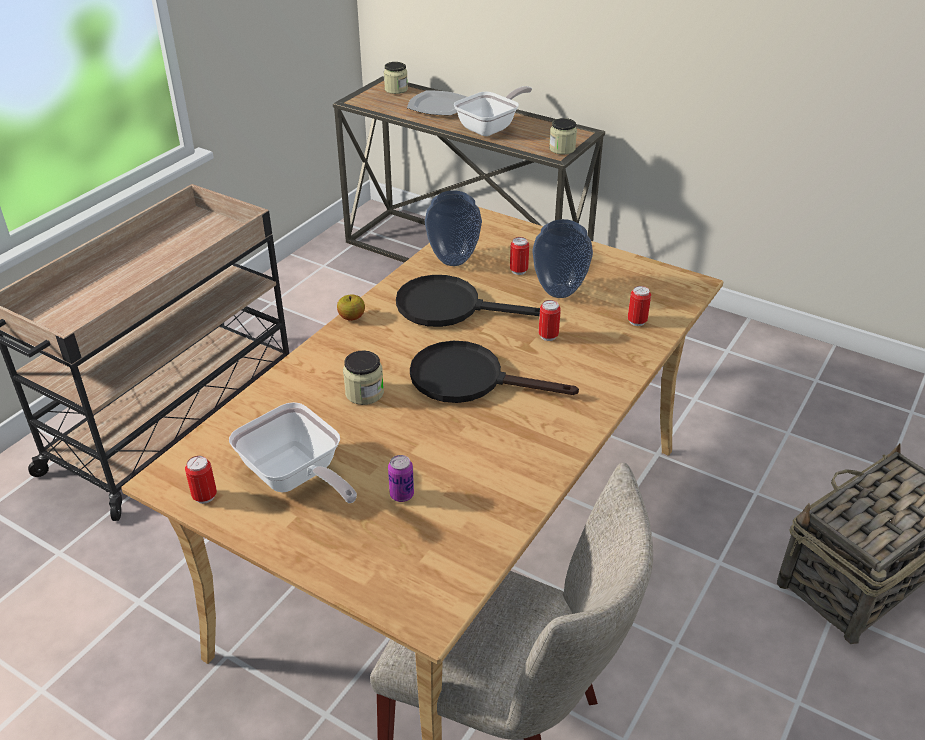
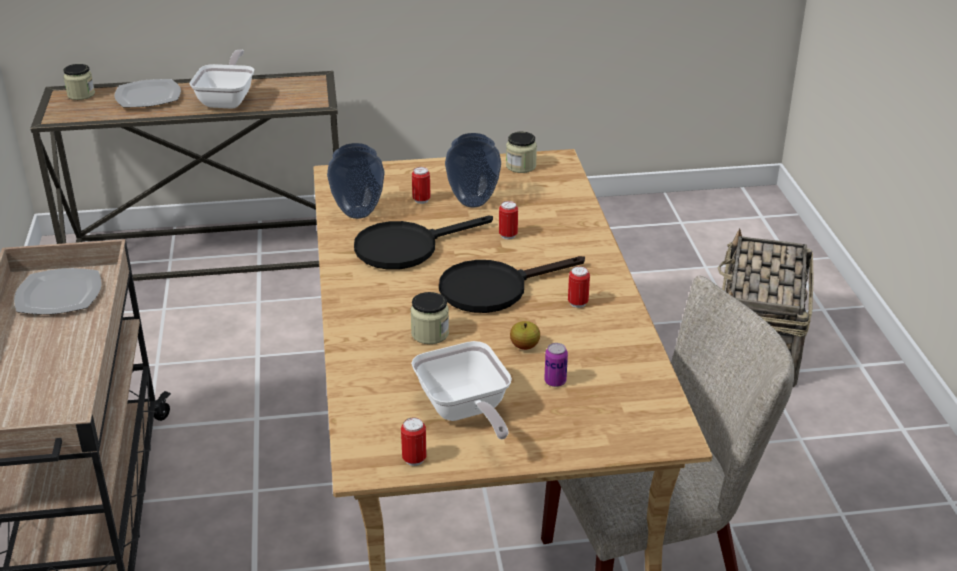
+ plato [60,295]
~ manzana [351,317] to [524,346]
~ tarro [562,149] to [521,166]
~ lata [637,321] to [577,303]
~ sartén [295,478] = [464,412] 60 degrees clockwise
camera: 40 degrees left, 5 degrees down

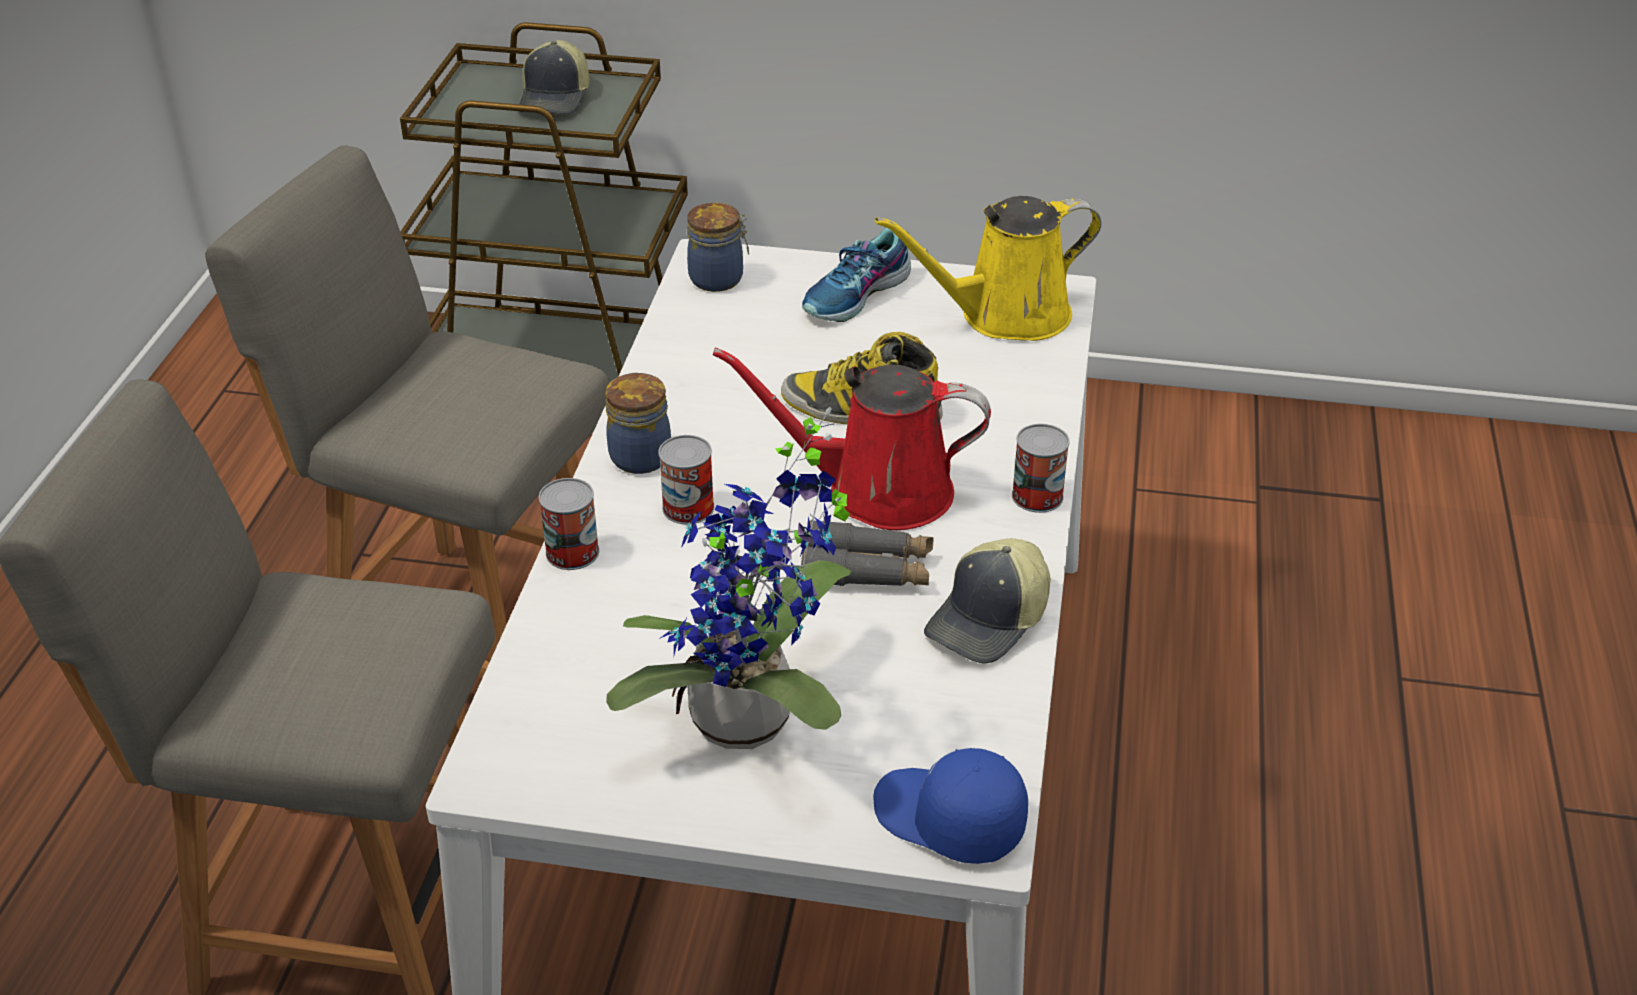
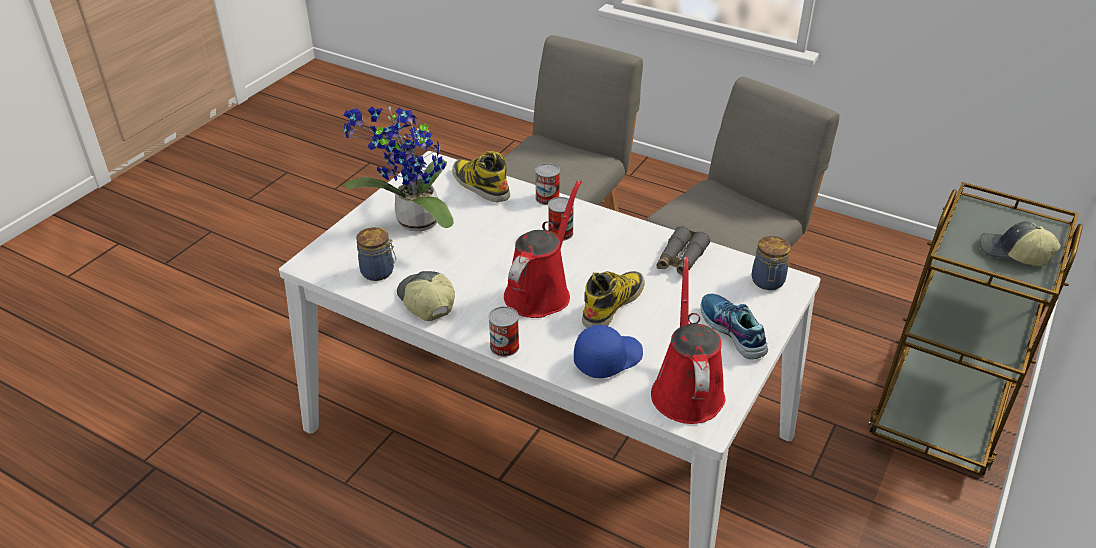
+ bota [480,185]
~ tarro [640,455] to [379,272]
~ prismáticos/gris [867,570] to [681,259]
~ gorra/azul [948,820] to [607,358]
~ regadera/amarillo [1004,316] to regadera/rojo [686,389]
camera: 110 degrees right, 0 degrees up

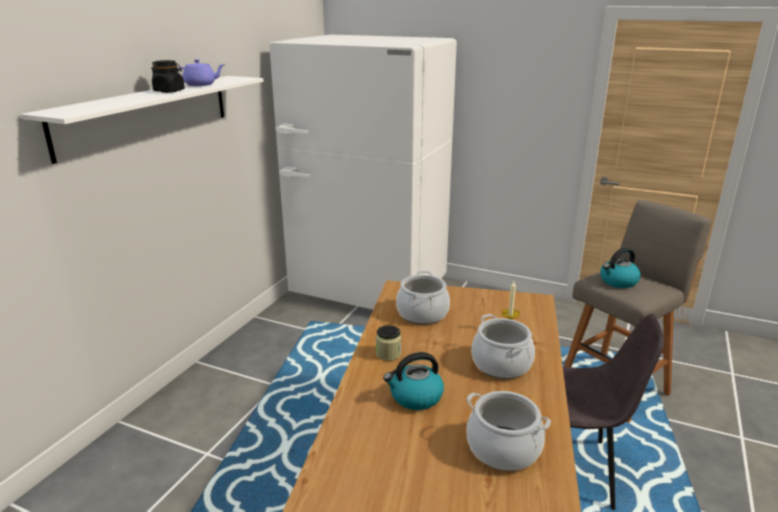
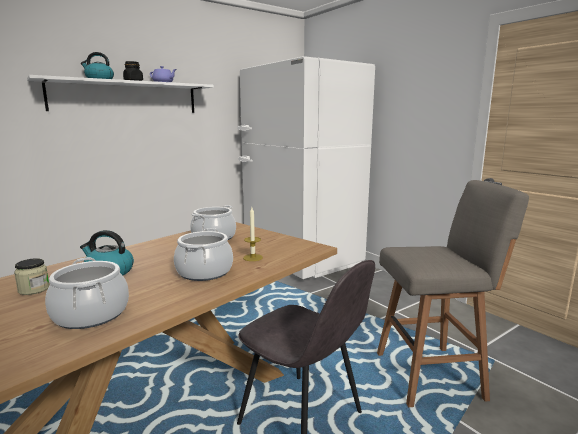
~ tarro [388,354] to [34,289]
~ hervidor [618,281] to [99,79]
camera: 30 degrees right, 10 degrees down

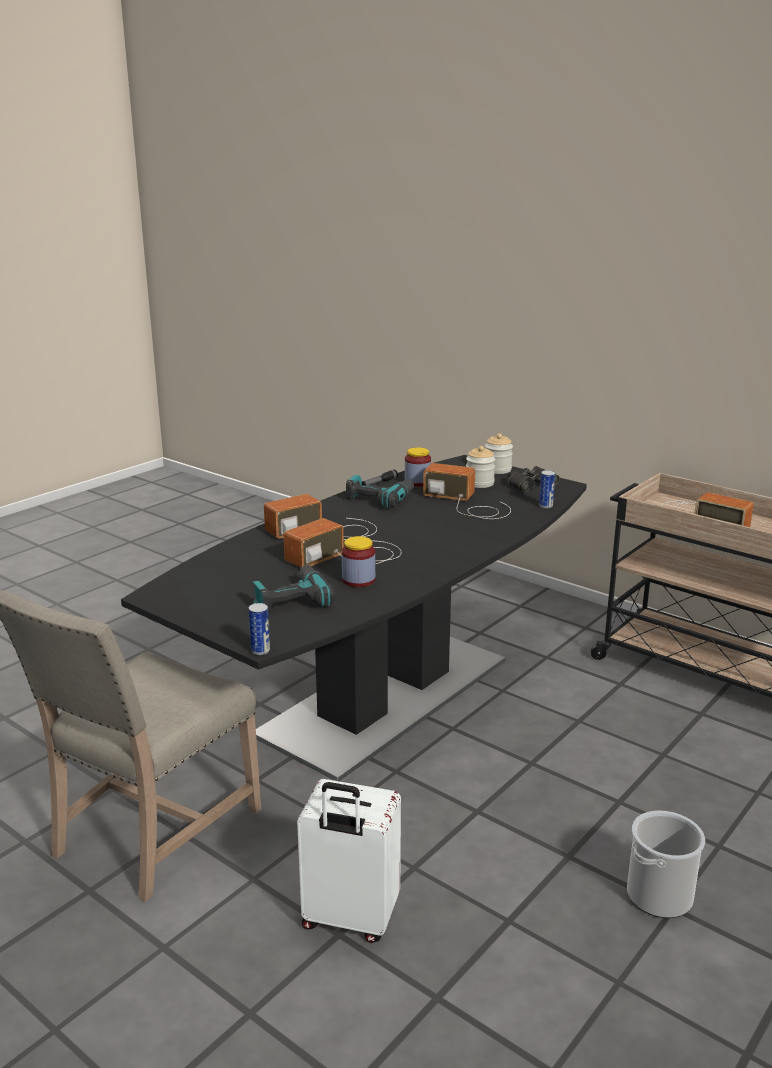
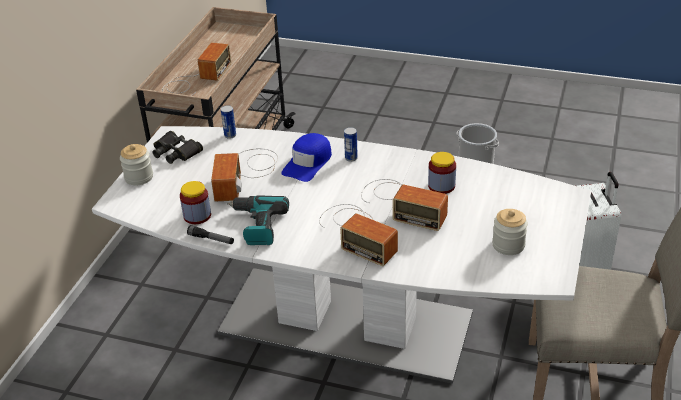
- taladro [291,599]
+ gorra/azul [308,163]
~ lata [260,651] to [351,158]
~ tarro [479,483] to [508,245]
~ mesa de comedor/negro [385,697] to mesa de comedor/blanco [347,323]
camera: 110 degrees left, 15 degrees up

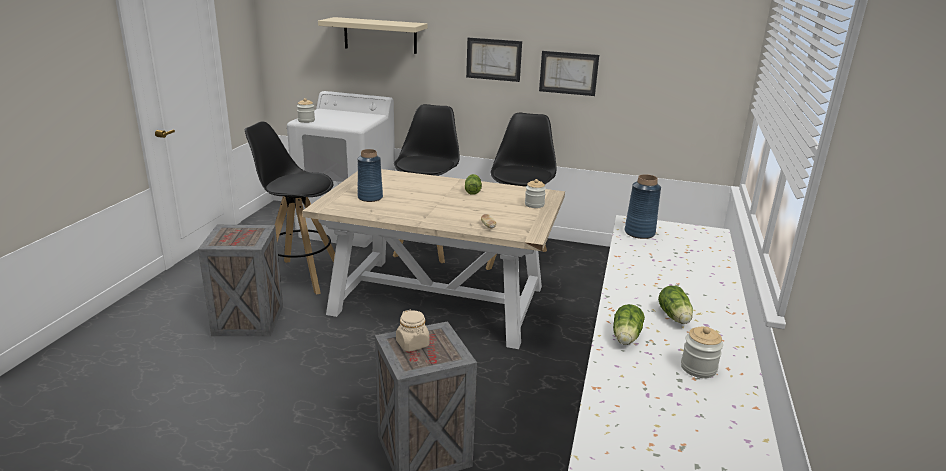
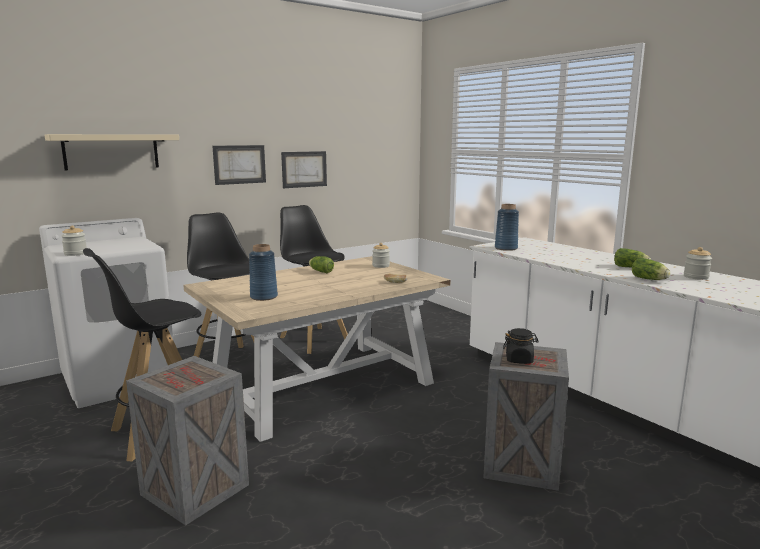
~ tarro/beis [412,344] to tarro/negro [519,360]
camera: 50 degrees left, 10 degrees down

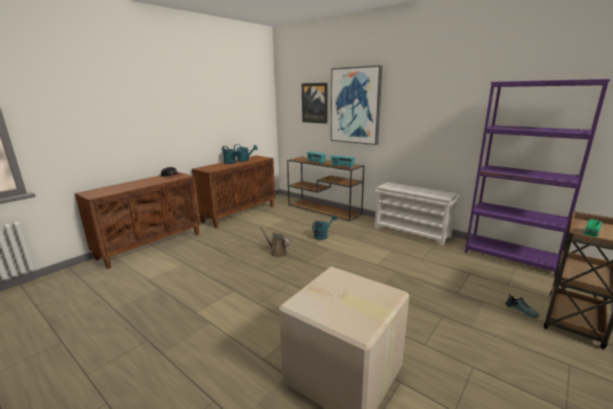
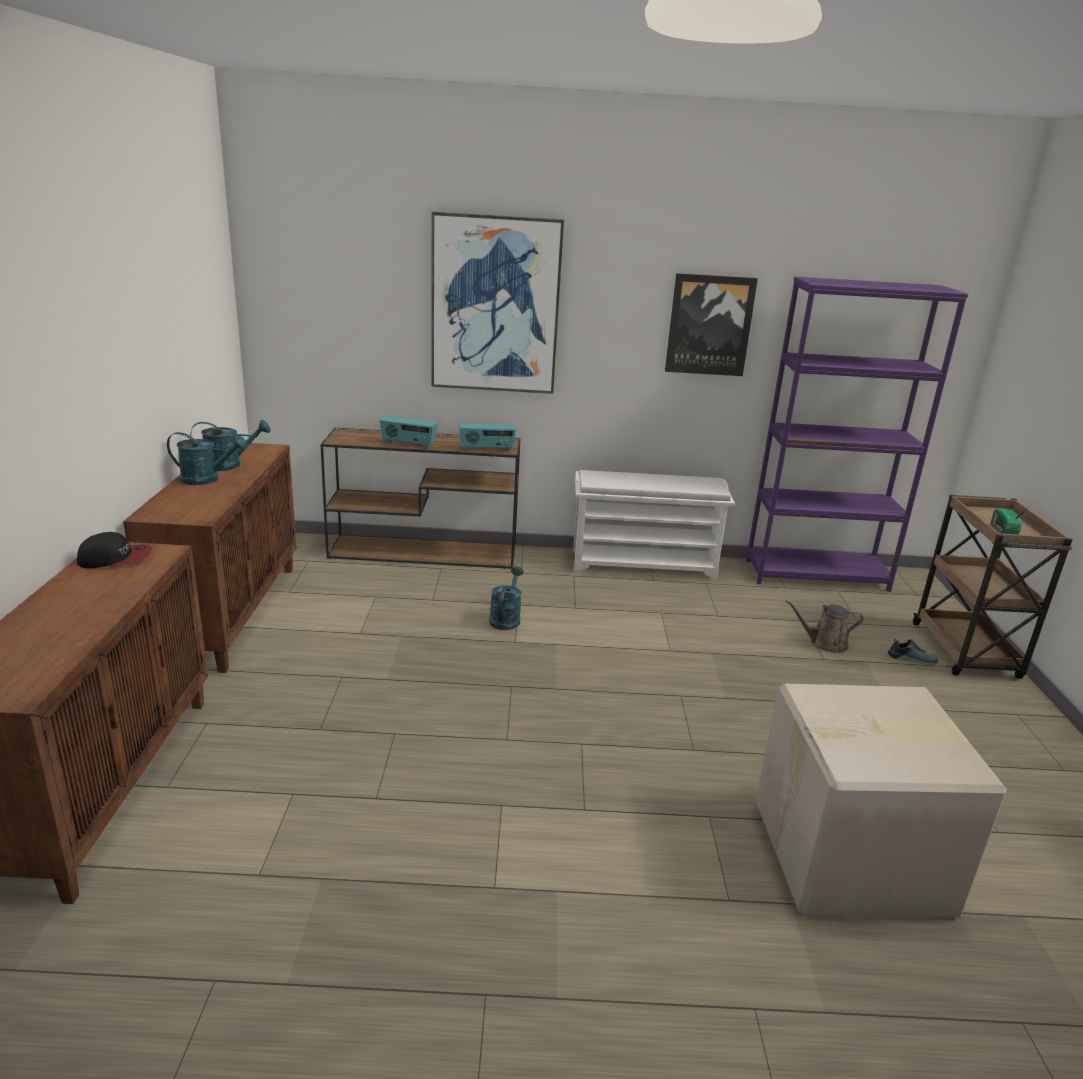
~ regadera/marrón [277,252] to [824,643]
~ cuadro [315,103] to [709,325]
camera: 40 degrees left, 5 degrees up

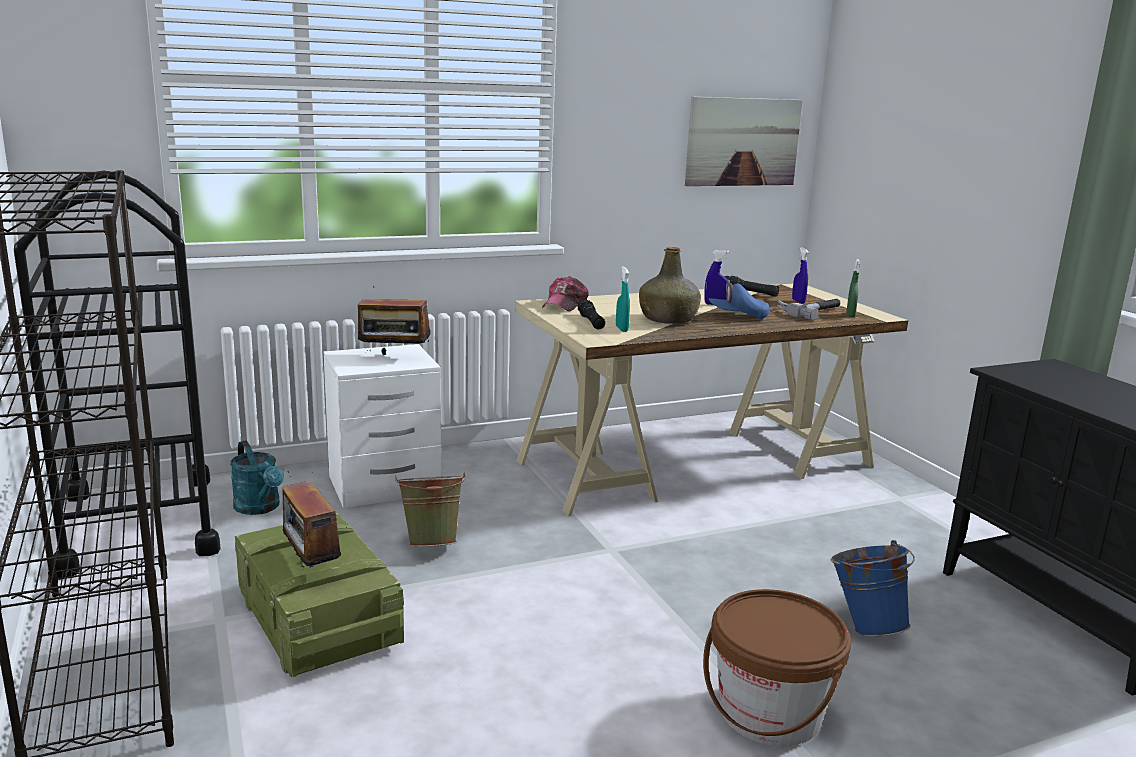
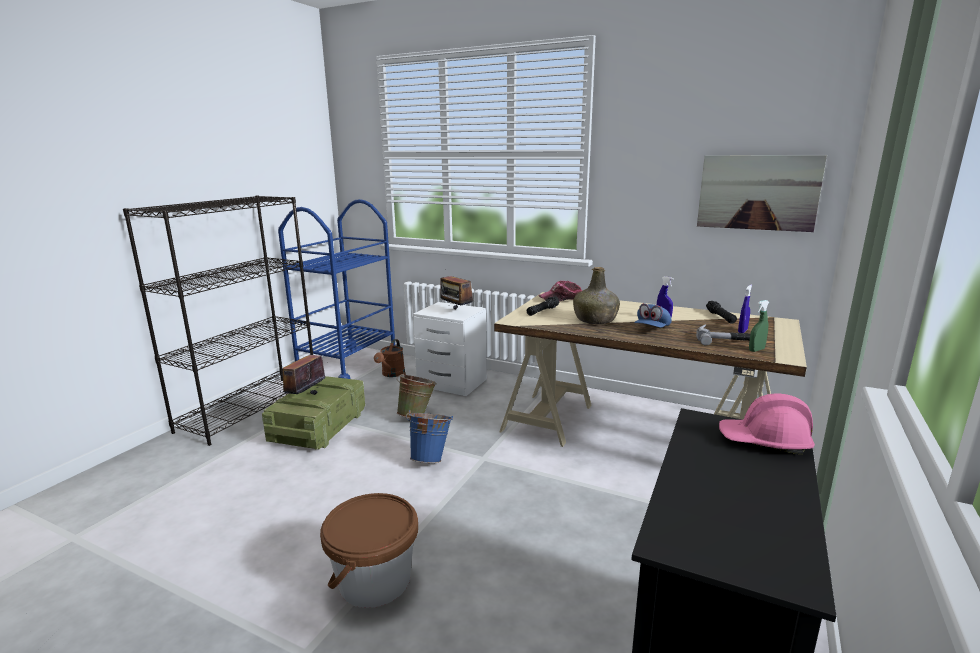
- pulverizador/turquesa [621,329]
+ casco/rosa [764,441]
~ cubo/azul [865,626] to [431,458]
~ carrito/negro [139,523] to carrito/azul [348,365]
~ regadera/turquesa [260,508] to regadera/marrón [391,374]
~ gorra/azul [737,316] = [652,329] 105 degrees counterclockwise
camera: 50 degrees right, 0 degrees up

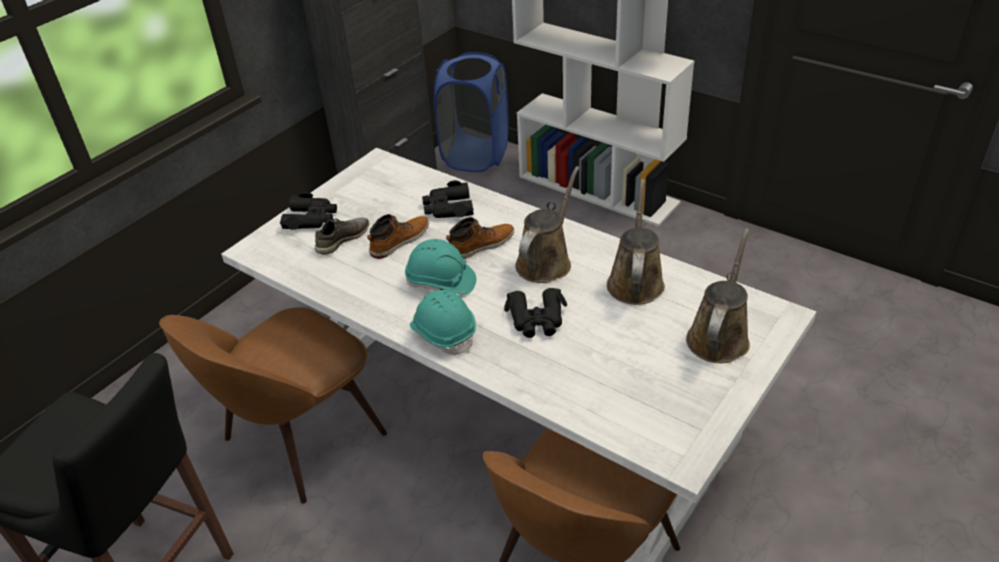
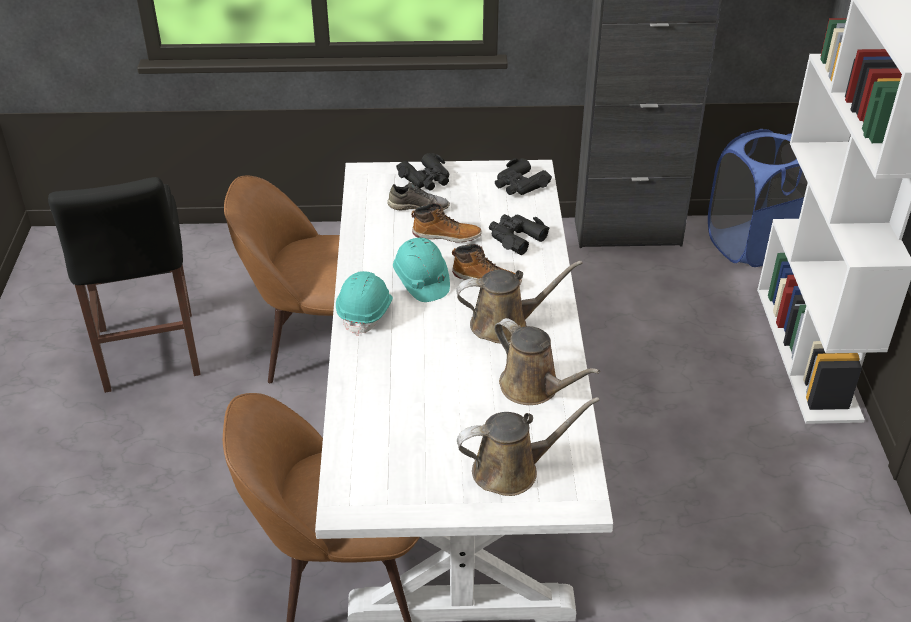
~ prismáticos/negro [537,319] to [520,185]
~ regadera/marrón [635,281] = [534,387] 75 degrees clockwise
camera: 50 degrees right, 0 degrees up

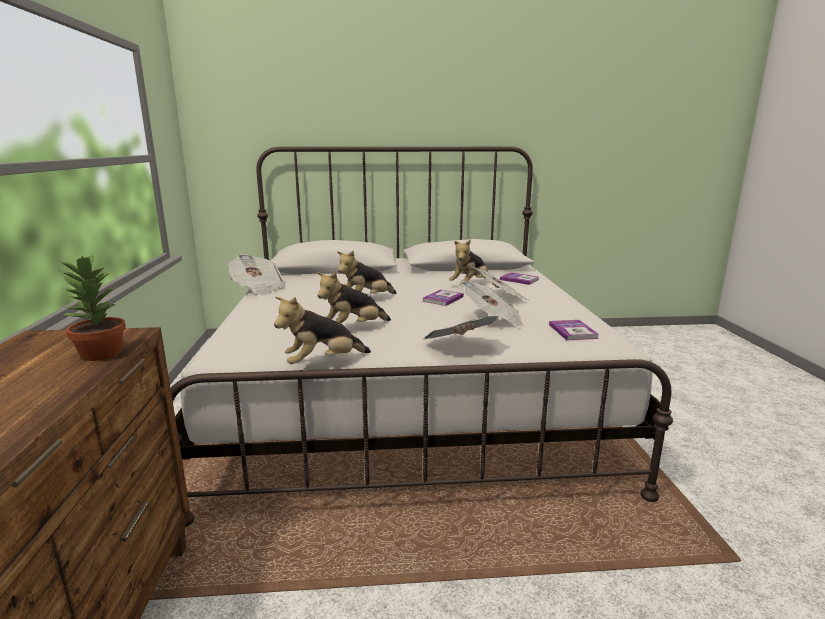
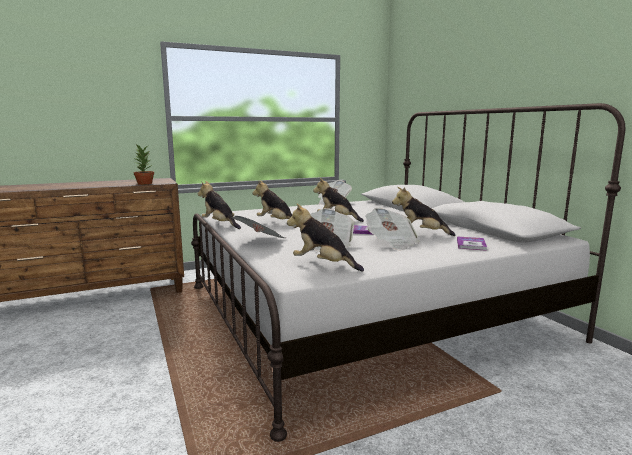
~ libro [573,331] to peluche [323,265]
camera: 70 degrees right, 5 degrees down

